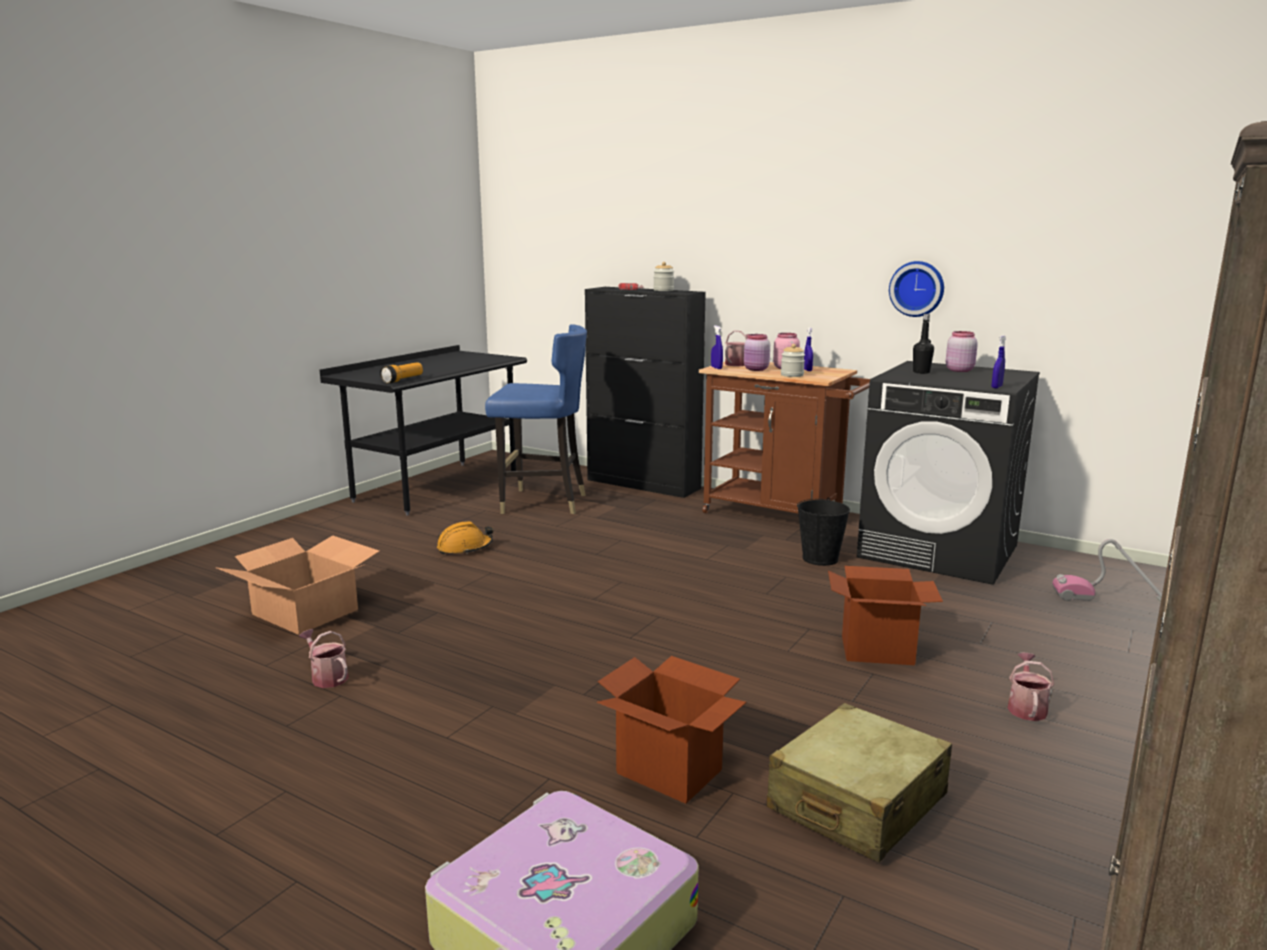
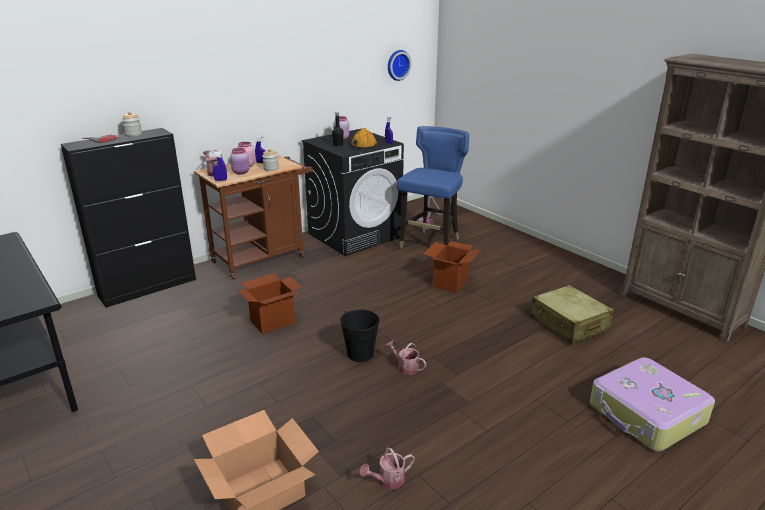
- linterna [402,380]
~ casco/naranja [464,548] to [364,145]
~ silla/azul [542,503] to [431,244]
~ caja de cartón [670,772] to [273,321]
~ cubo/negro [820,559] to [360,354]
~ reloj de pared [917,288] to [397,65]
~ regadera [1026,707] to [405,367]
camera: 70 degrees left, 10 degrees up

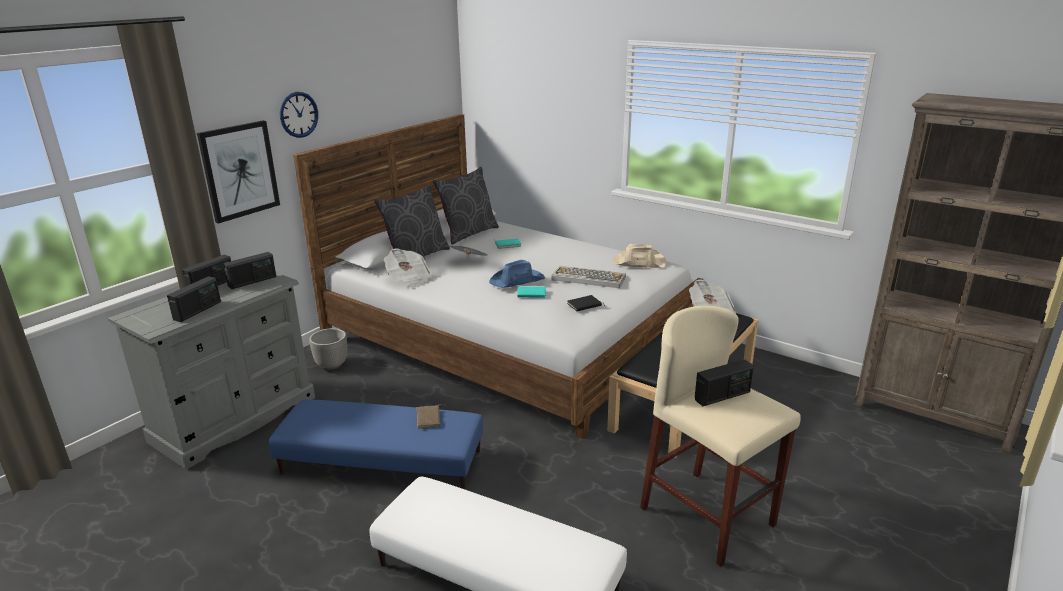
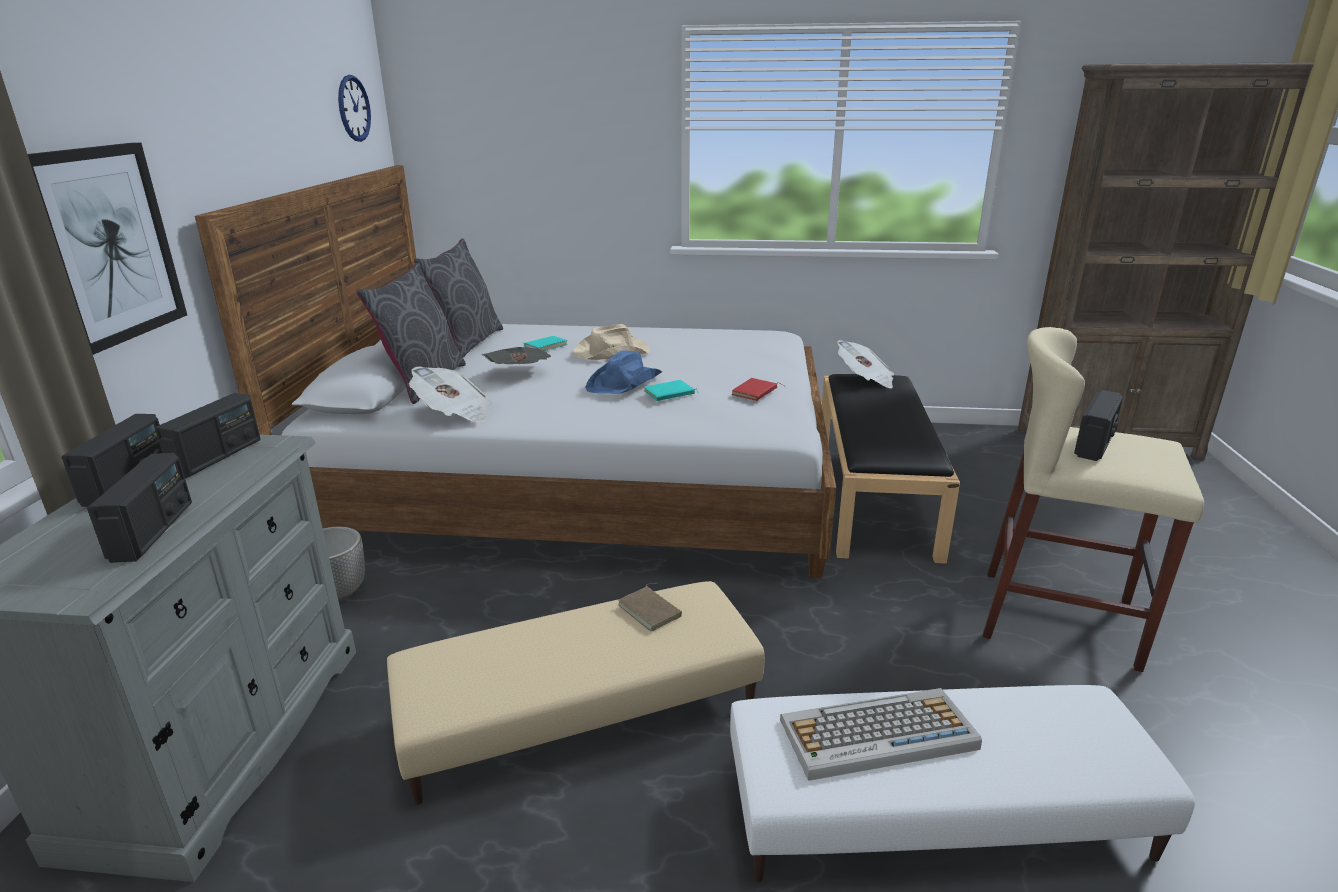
~ reloj de pared [298,114] to [354,108]
~ teclado [588,278] to [876,735]
~ sombrero/beis [638,262] to [610,352]
~ puf/azul [382,461] to puf/beis [580,711]
~ libro/negro [584,305] to libro/rojo [755,392]
camera: 30 degrees left, 0 degrees up

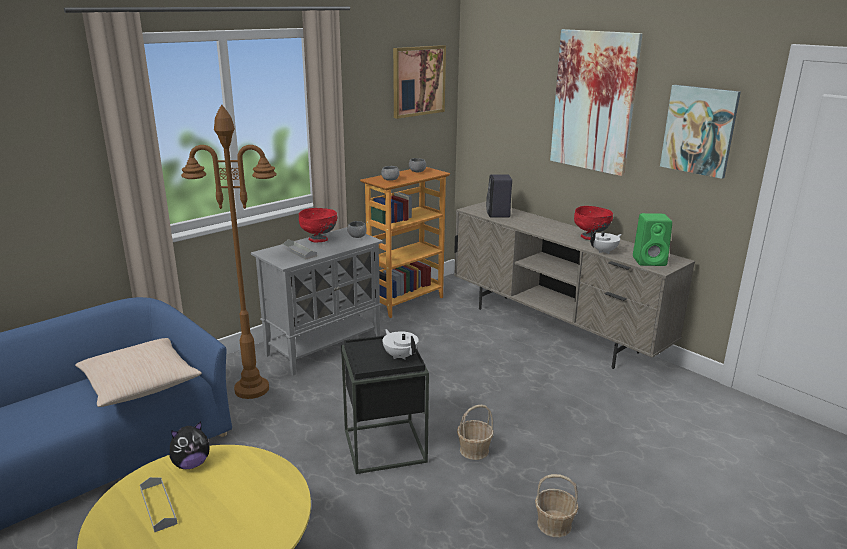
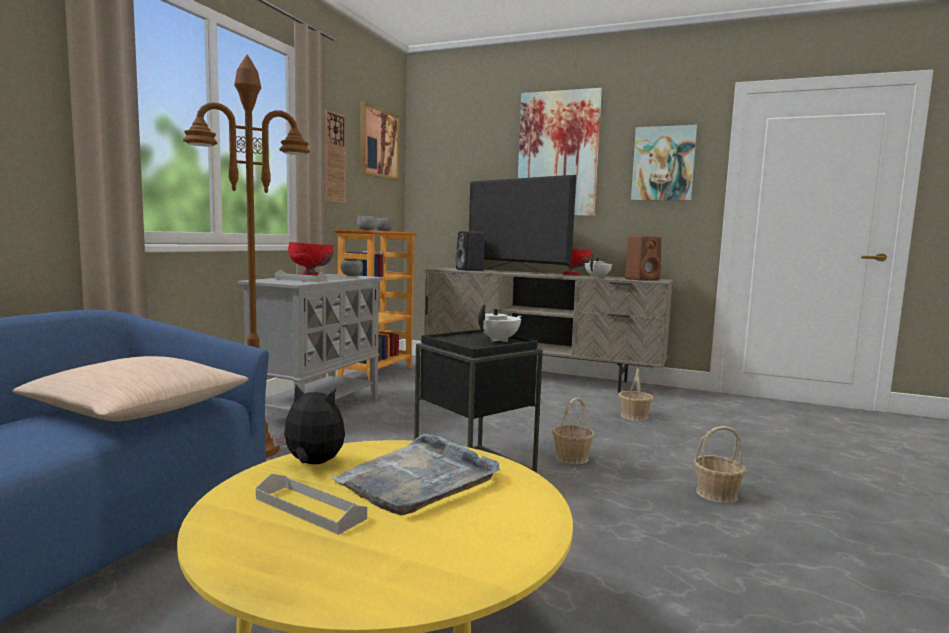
+ reloj de pared [334,158]
+ bandeja/gris [418,479]
+ televisor [515,272]
+ cesta [634,416]
~ altavoz/verde [650,261] to altavoz/marrón [642,279]
~ peluche [191,464] = [312,464] 105 degrees counterclockwise
~ tetera/blanco [400,356] = [499,340] 105 degrees clockwise
camera: 25 degrees left, 15 degrees down

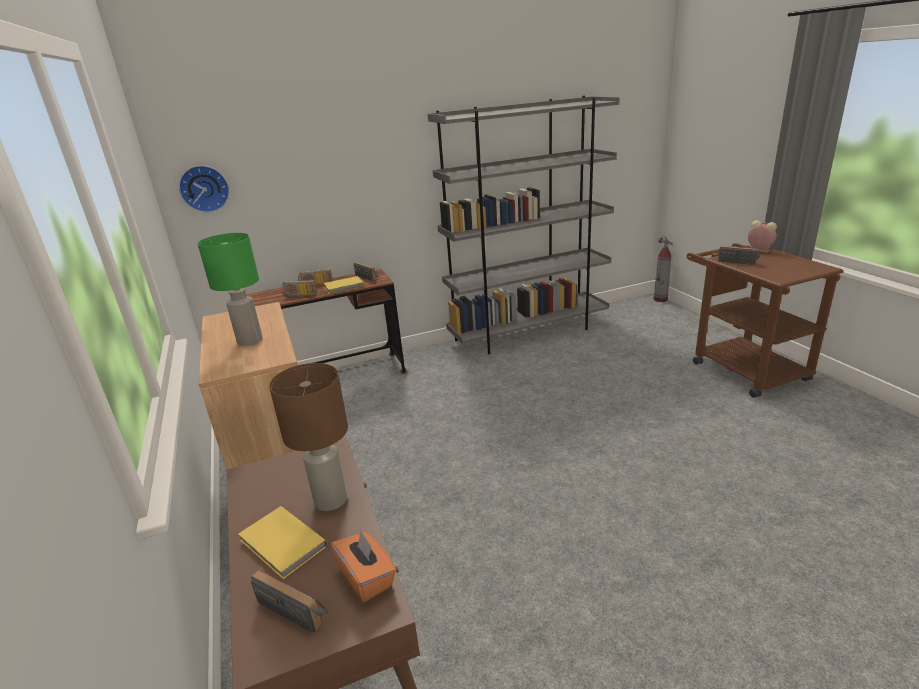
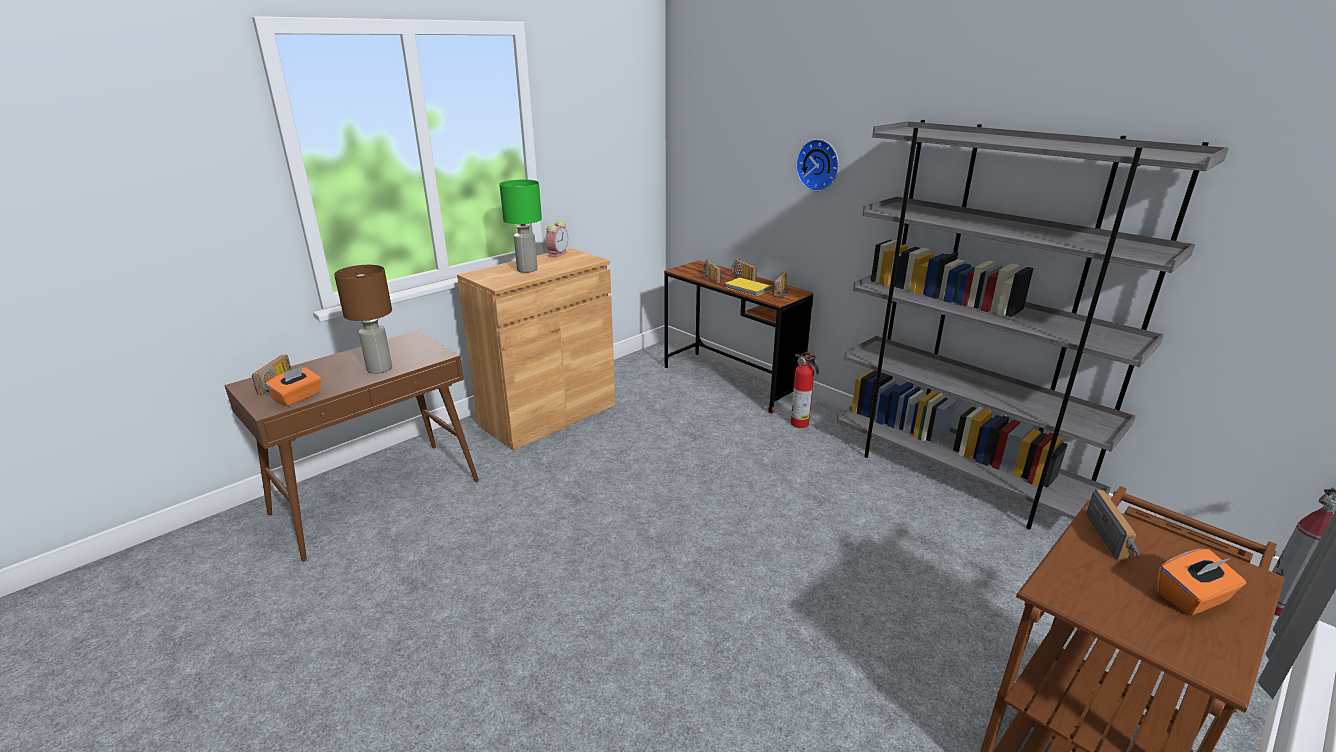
- libro/amarillo [282,545]
+ extintor [800,424]
+ caja de pañuelos/naranja [1192,598]
~ reloj de pared [204,188] to [819,165]
~ despertador [758,250] to [558,254]
camera: 65 degrees right, 0 degrees up

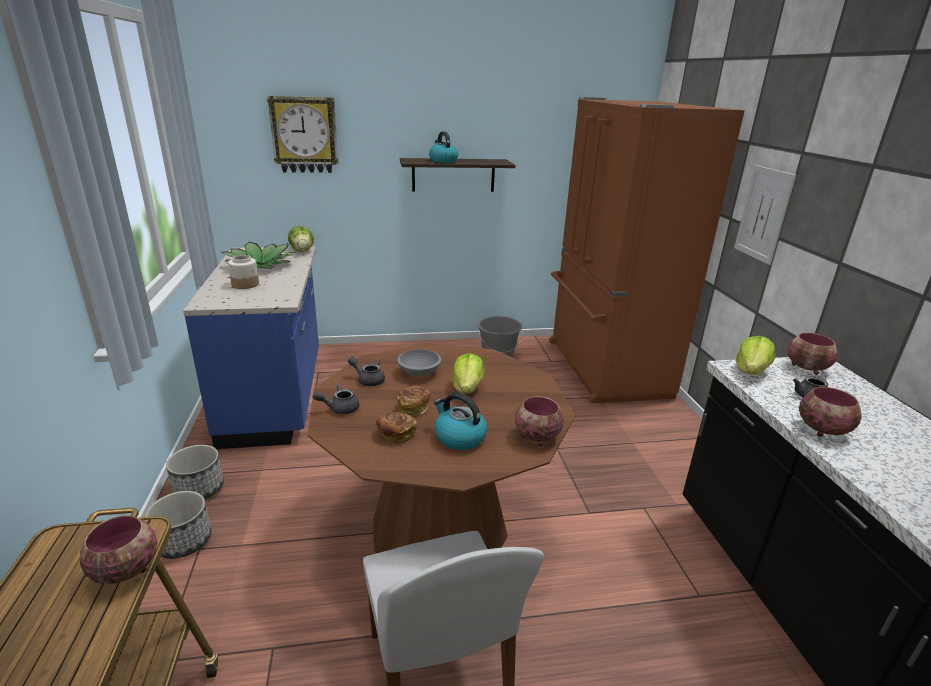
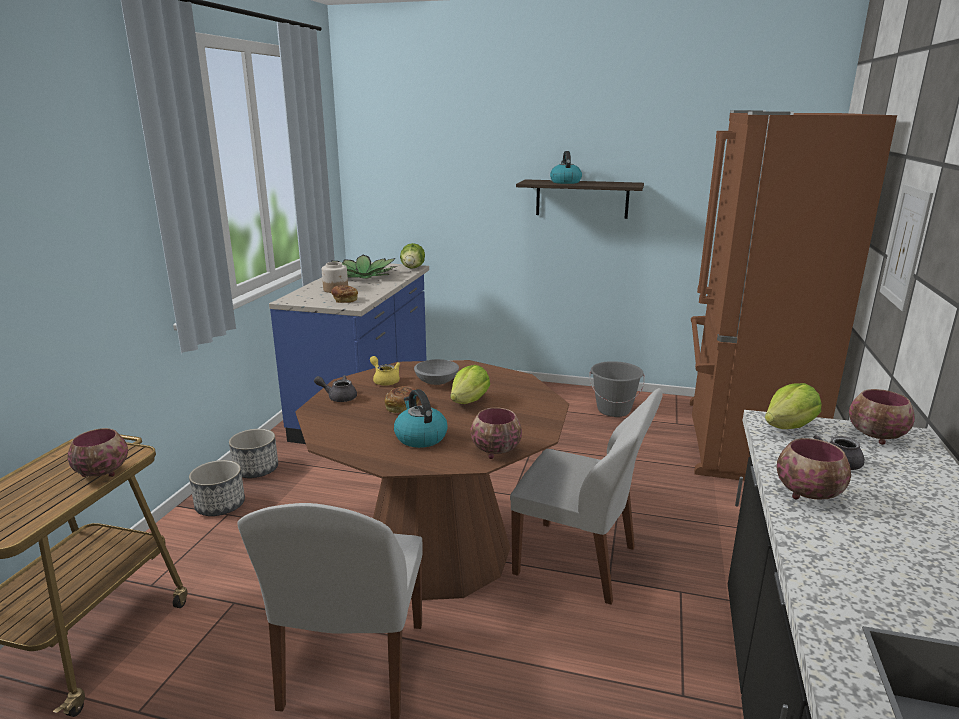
- reloj de pared [304,135]
+ silla/blanco [579,562]
~ pan [395,434] to [344,300]
~ tetera/gris [368,379] to tetera/amarillo [385,380]
camera: 25 degrees right, 5 degrees down

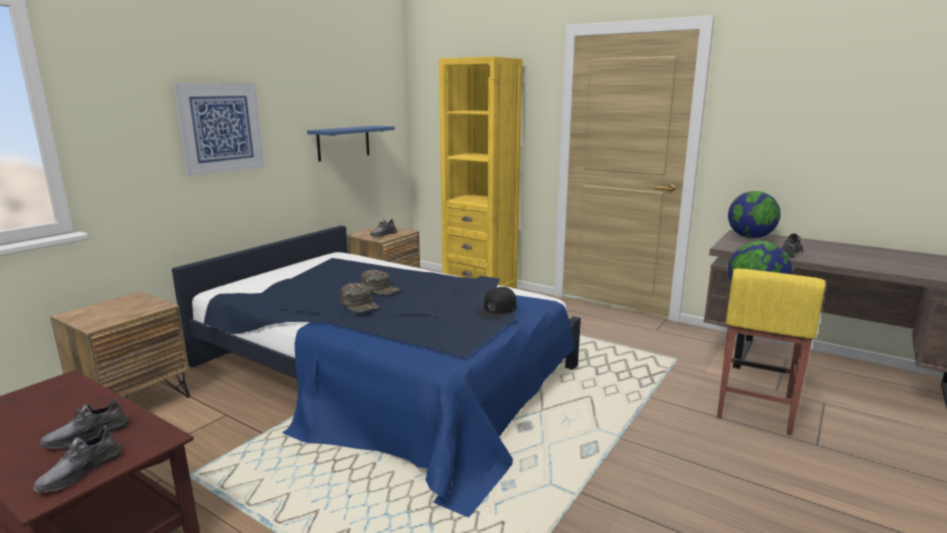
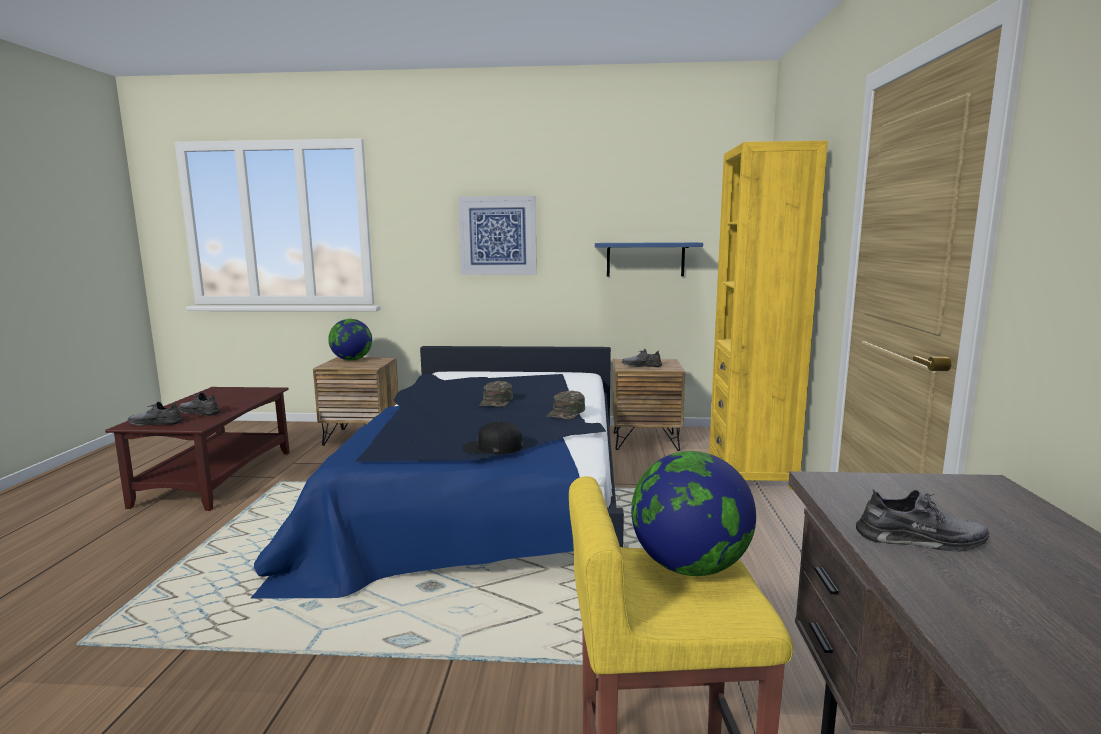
~ gorra/verde [359,304] to [566,412]
~ globo terráqueo [750,237] to [352,360]
camera: 60 degrees right, 5 degrees down

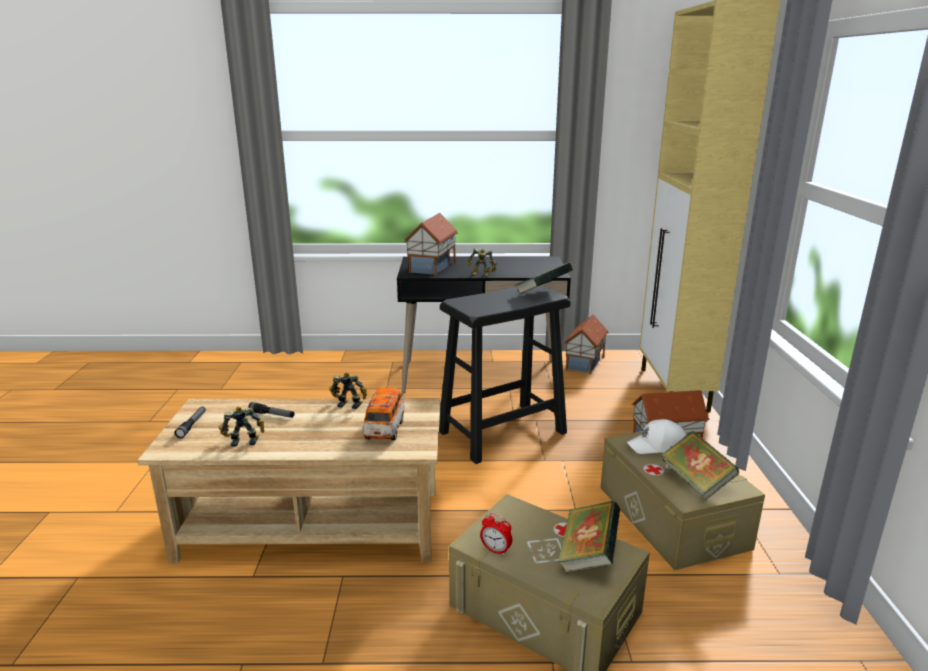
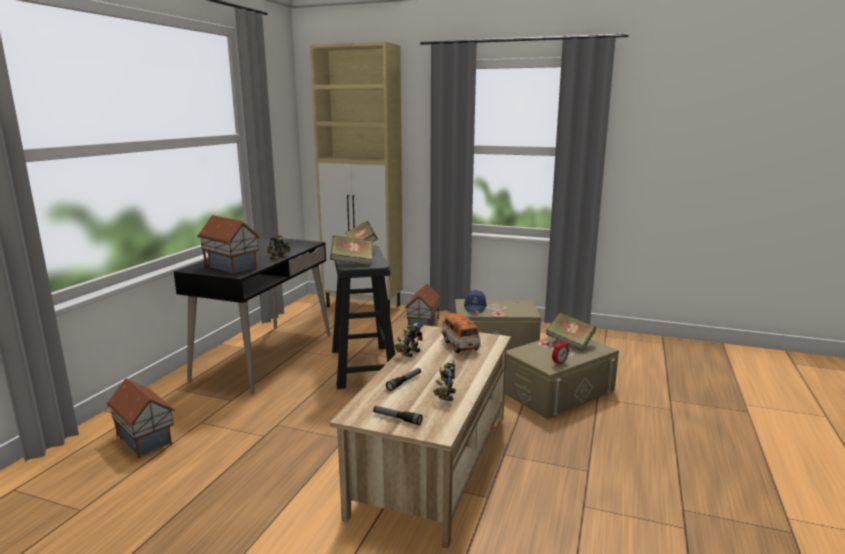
~ casita [585,363] to [146,438]
~ libro [696,481] to [352,263]
~ gorra/blanco [658,445] to gorra/azul [475,307]
~ coche de juguete [385,429] = [460,345] 45 degrees clockwise
camera: 70 degrees left, 5 degrees down

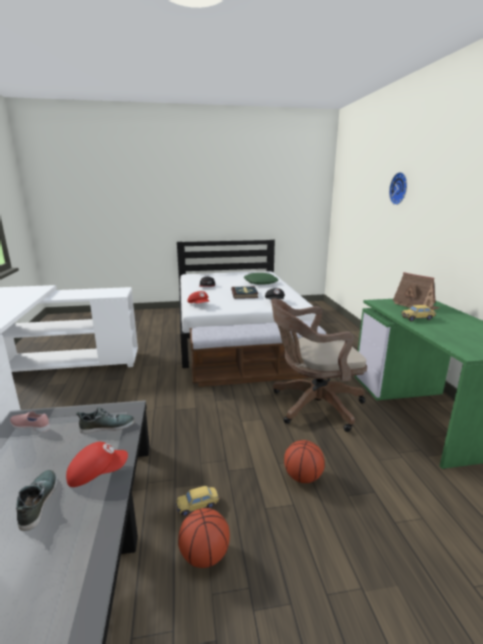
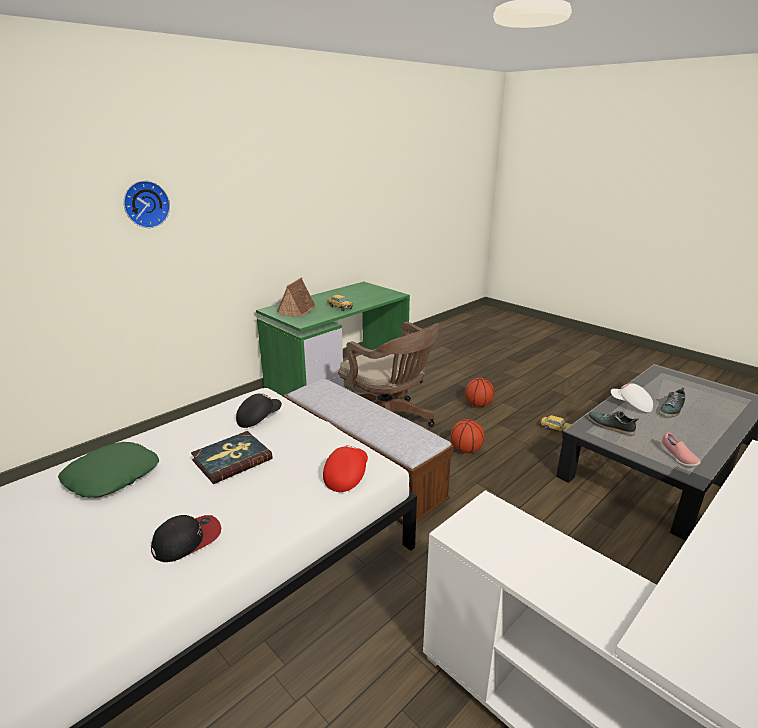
~ balón de baloncesto [205,555] to [466,450]
~ gorra/rojo [97,473] to gorra/blanco [631,405]
camera: 125 degrees left, 5 degrees up

